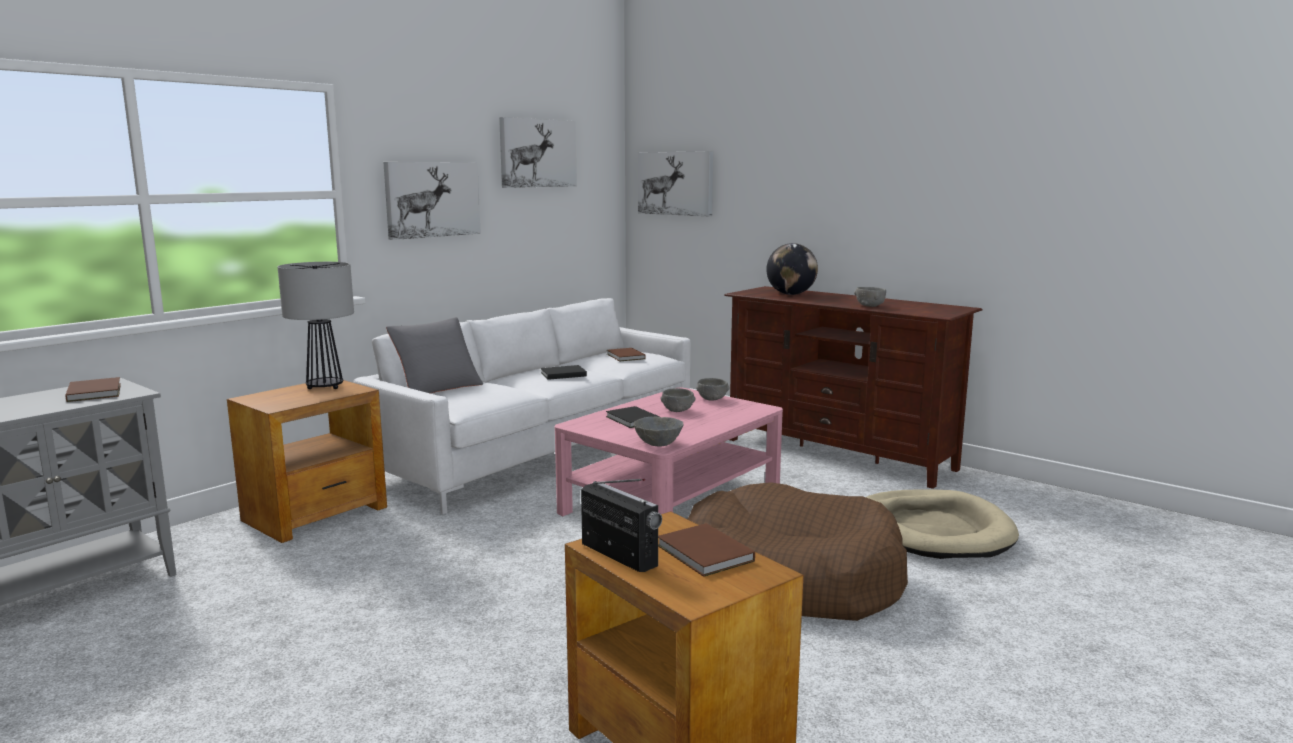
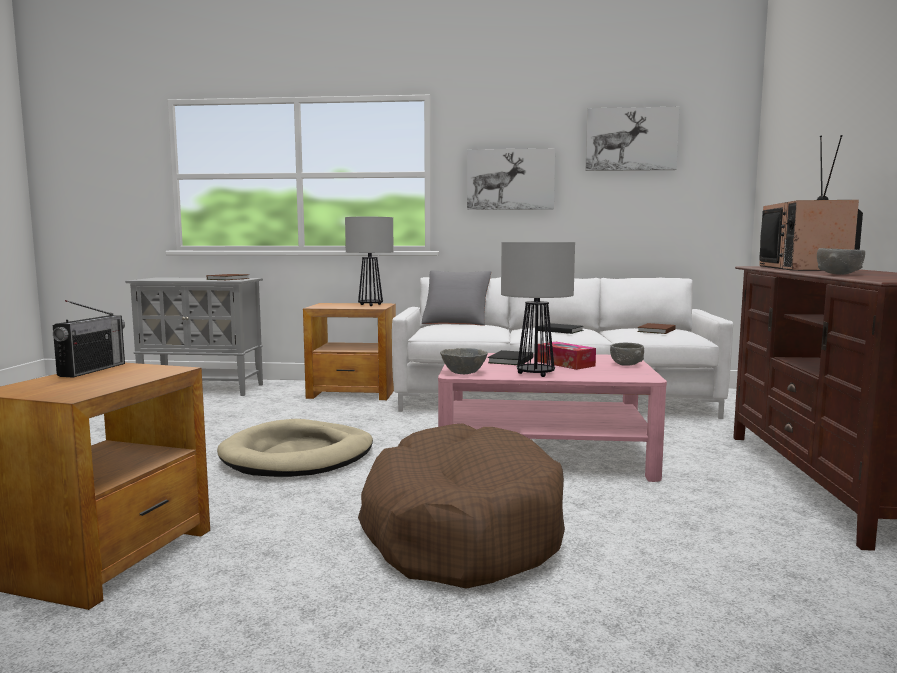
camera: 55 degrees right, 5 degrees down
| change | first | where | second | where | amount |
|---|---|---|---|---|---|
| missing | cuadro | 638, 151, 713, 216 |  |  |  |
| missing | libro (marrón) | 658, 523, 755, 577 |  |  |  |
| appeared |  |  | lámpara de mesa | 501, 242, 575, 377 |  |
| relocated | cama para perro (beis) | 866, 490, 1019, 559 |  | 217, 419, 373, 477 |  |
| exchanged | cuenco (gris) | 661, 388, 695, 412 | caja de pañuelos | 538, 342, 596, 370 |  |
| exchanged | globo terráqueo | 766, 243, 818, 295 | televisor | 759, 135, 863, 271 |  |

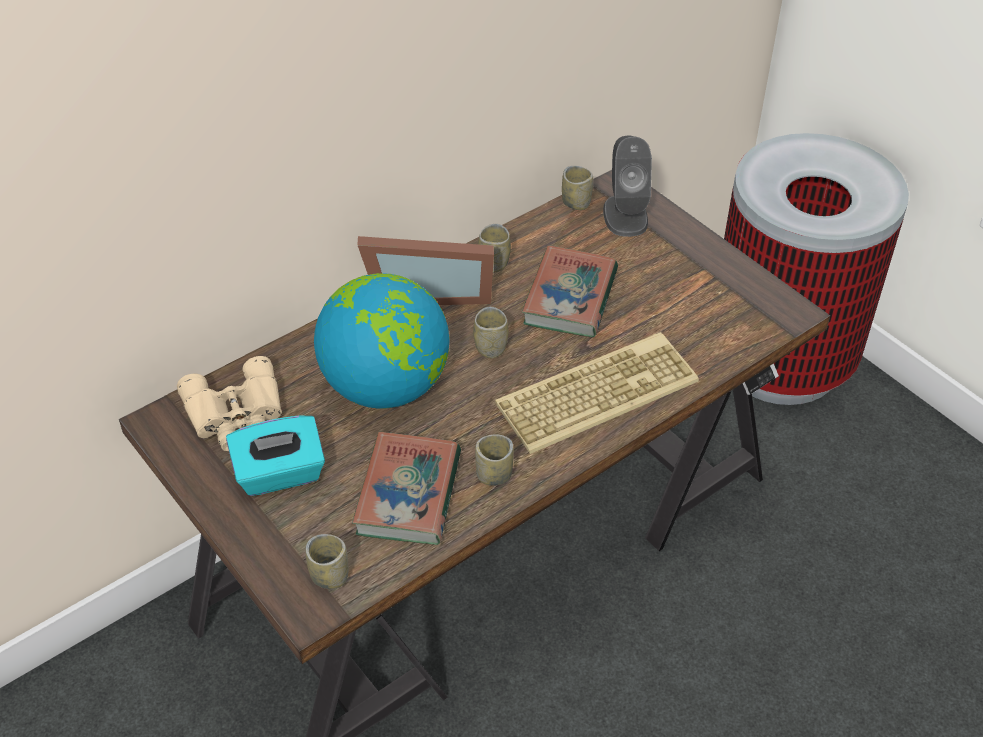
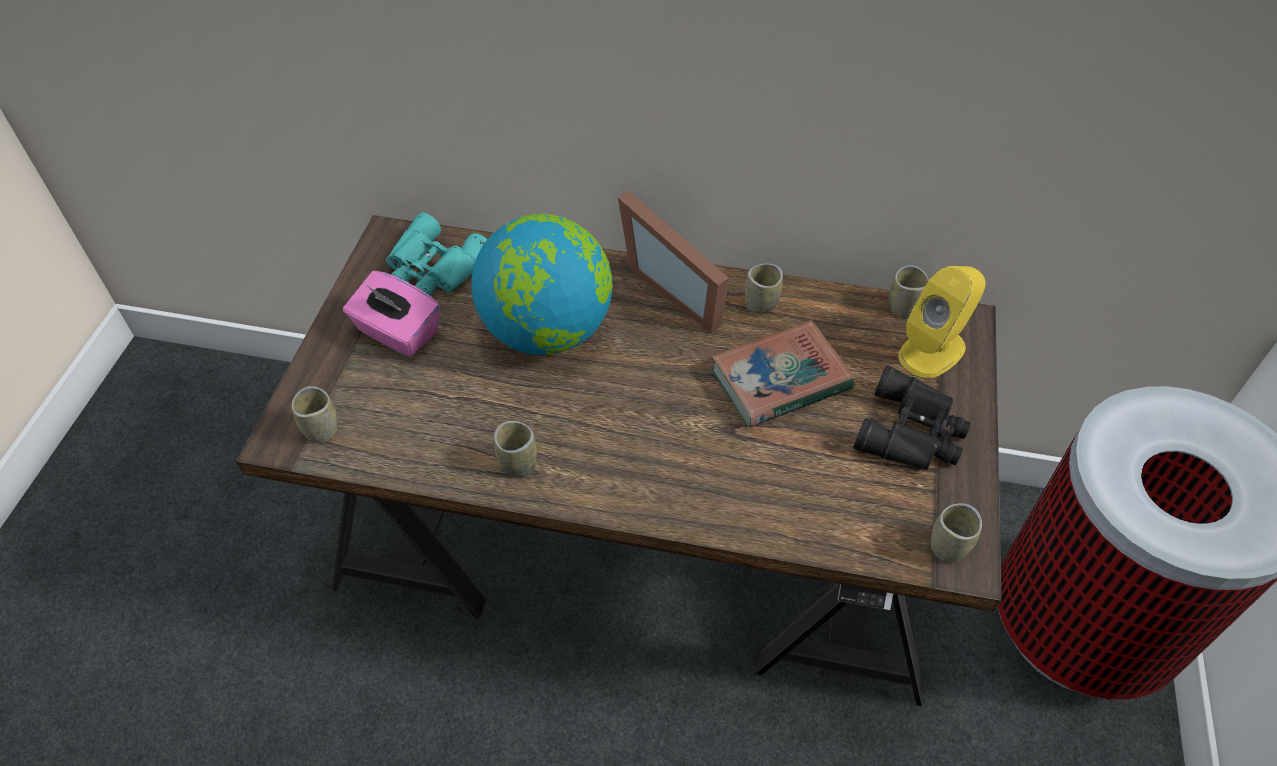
camera: 50 degrees right, 5 degrees up
| change | first | where | second | where | amount |
|---|---|---|---|---|---|
| missing | libro | 352, 432, 461, 545 |  |  |  |
| missing | teclado | 495, 332, 699, 454 |  |  |  |
| appeared |  |  | prismáticos (negro) | 853, 366, 971, 470 |  |
| relocated | taza | 473, 307, 509, 358 |  | 931, 503, 982, 562 |  |
| colour | prismáticos (beis) | 177, 356, 282, 451 | prismáticos (turquesa) | 386, 212, 487, 296 |  |
| colour | caja de pañuelos (turquesa) | 226, 415, 325, 496 | caja de pañuelos (rosa) | 343, 271, 440, 357 |  |
| colour | altavoz (gris) | 603, 136, 652, 237 | altavoz (amarillo) | 898, 266, 986, 378 |  |

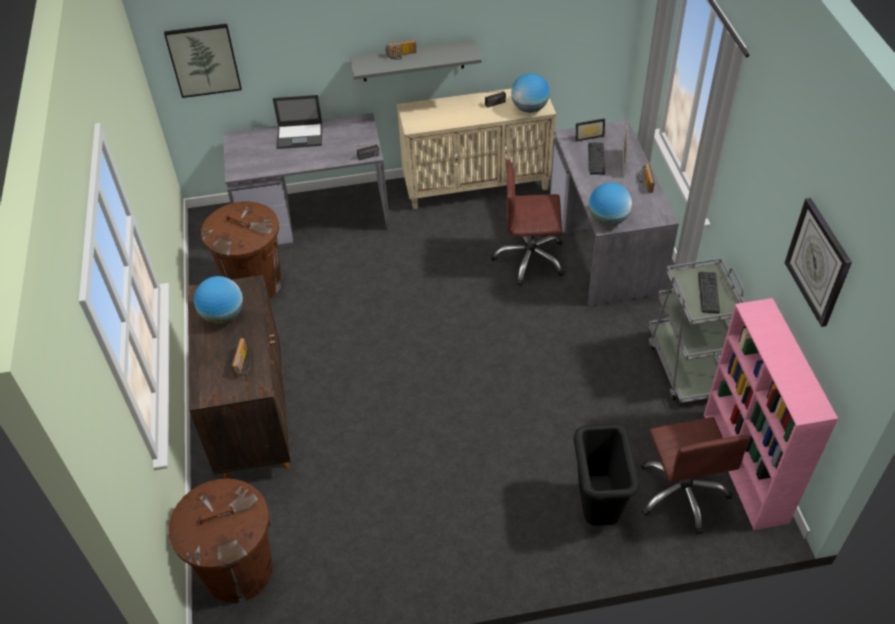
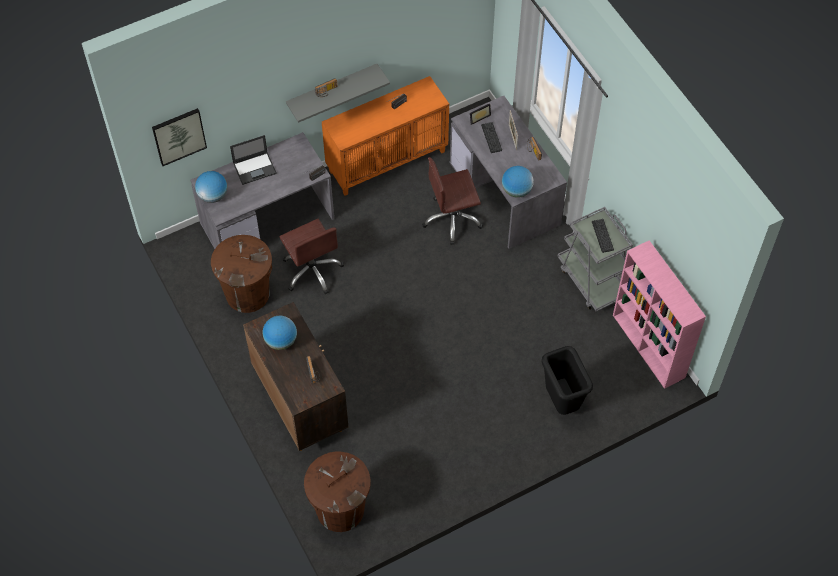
camera: 20 degrees left, 10 degrees up
| change | first | where | second | where | amount |
|---|---|---|---|---|---|
| missing | reloj de pared | 785, 198, 852, 327 |  |  |  |
| relocated | globo terráqueo | 511, 73, 550, 113 |  | 195, 171, 227, 203 |  |
| relocated | silla de oficina (marrón) | 641, 417, 751, 535 |  | 279, 219, 344, 294 |  |
| colour | armario (beis) | 397, 89, 556, 209 | armario (naranja) | 322, 76, 449, 196 |  |

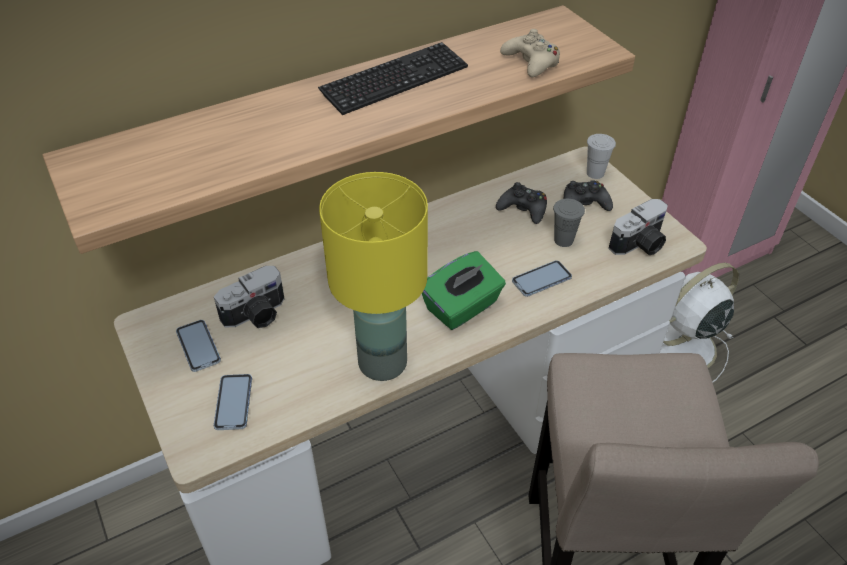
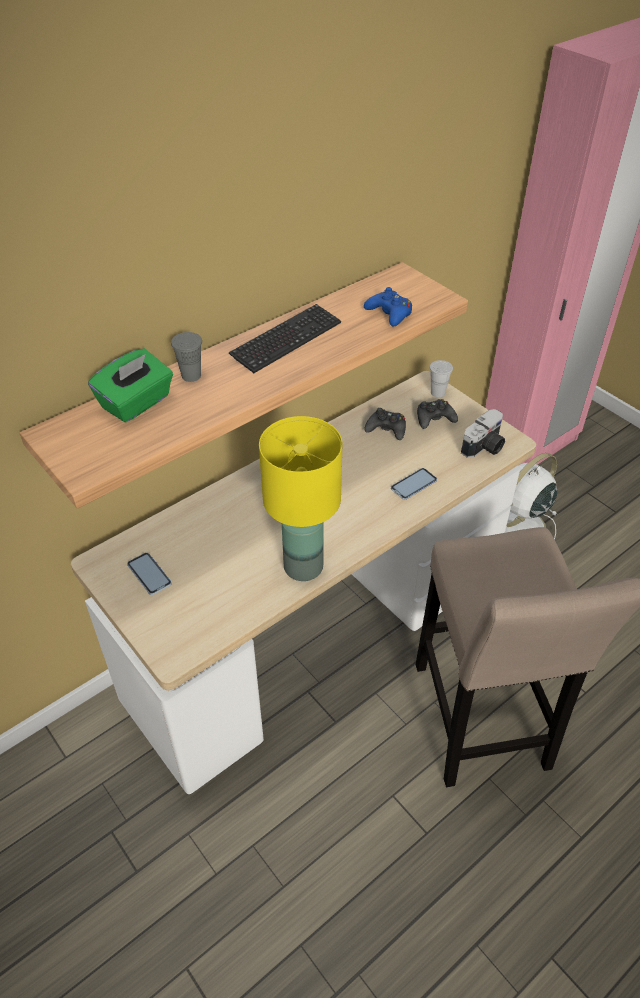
camera: 10 degrees left, 0 degrees up
| change | first | where | second | where | amount |
|---|---|---|---|---|---|
| missing | cámara | 214, 266, 285, 328 |  |  |  |
| missing | móvil | 214, 374, 252, 430 |  |  |  |
| relocated | caja de pañuelos (verde) | 422, 251, 506, 330 |  | 88, 348, 173, 422 |  |
| relocated | taza (gris) | 553, 199, 585, 247 |  | 171, 332, 202, 382 |  |
| colour | mando de consola (beis) | 500, 29, 560, 77 | mando de consola (azul) | 364, 287, 412, 327 |  |

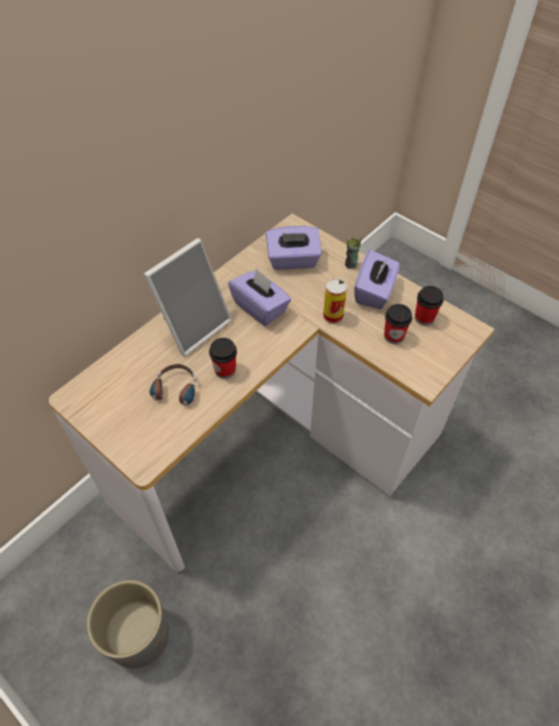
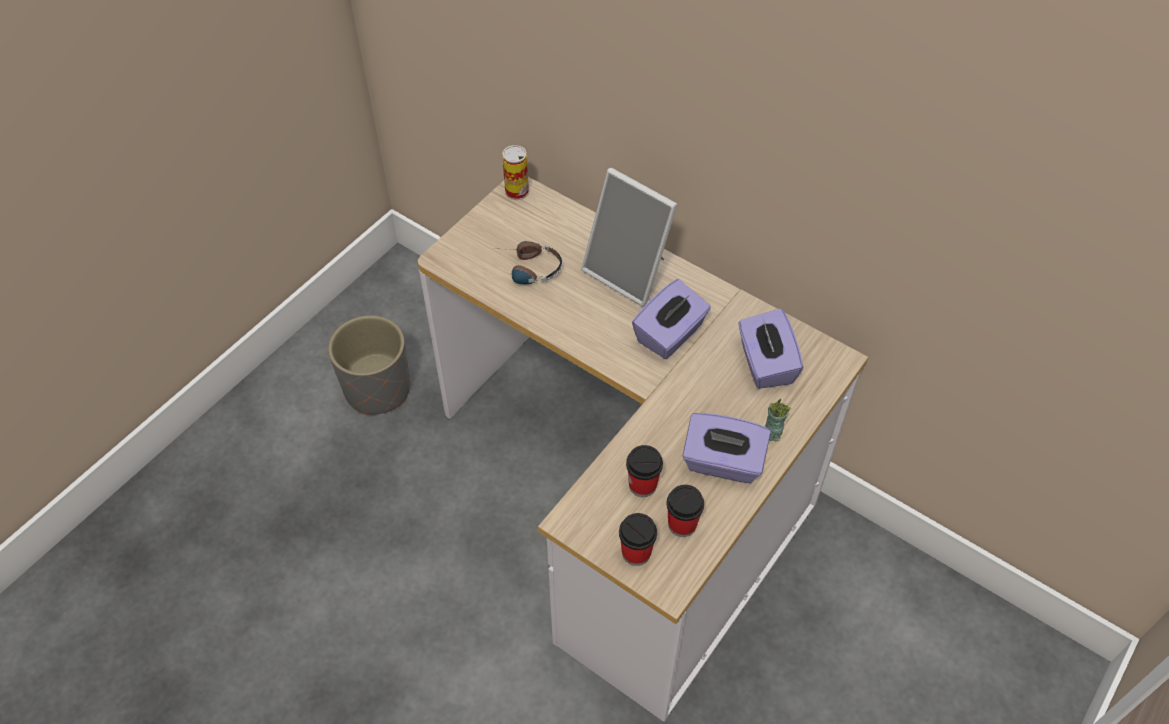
camera: 85 degrees right, 0 degrees up
| change | first | where | second | where | amount |
|---|---|---|---|---|---|
| relocated | taza | 209, 338, 237, 379 |  | 619, 513, 657, 566 |  |
| relocated | lata | 323, 278, 347, 324 |  | 502, 145, 529, 200 |  |

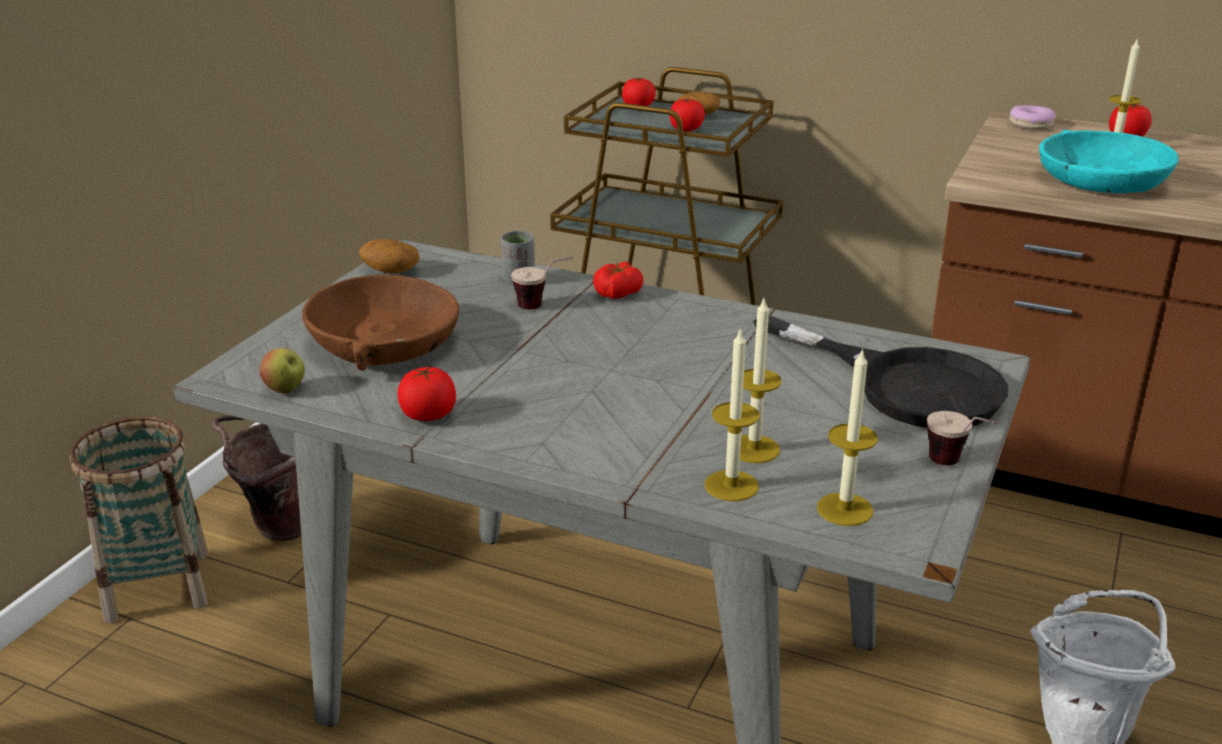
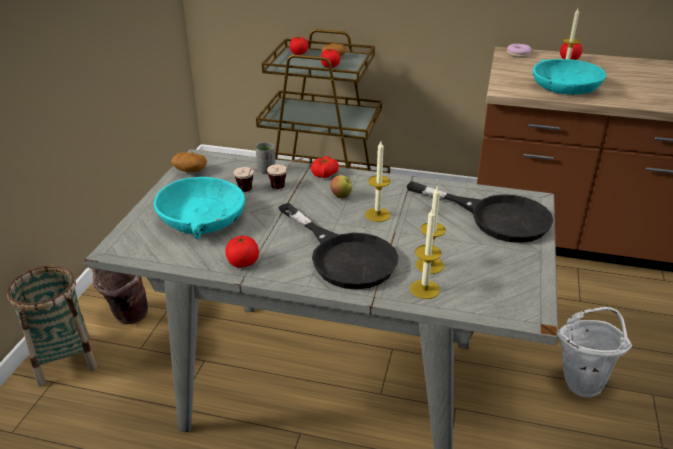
camera: 10 degrees left, 5 degrees up
| change | first | where | second | where | amount |
|---|---|---|---|---|---|
| appeared |  |  | sartén (negro) | 279, 203, 398, 289 |  |
| relocated | manzana | 260, 348, 305, 394 |  | 330, 175, 352, 198 |  |
| relocated | vela | 817, 348, 878, 526 |  | 365, 141, 390, 222 |  |
| relocated | taza | 927, 411, 997, 465 |  | 233, 167, 258, 192 |  |
| colour | cuenco (marrón) | 302, 275, 459, 371 | cuenco (turquesa) | 154, 177, 245, 239 |  |

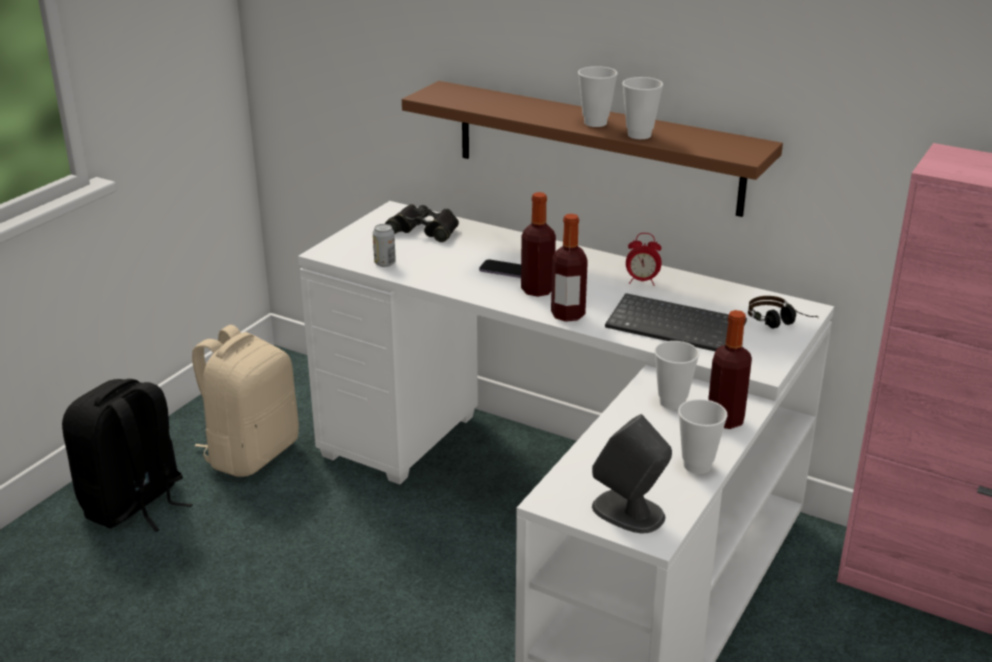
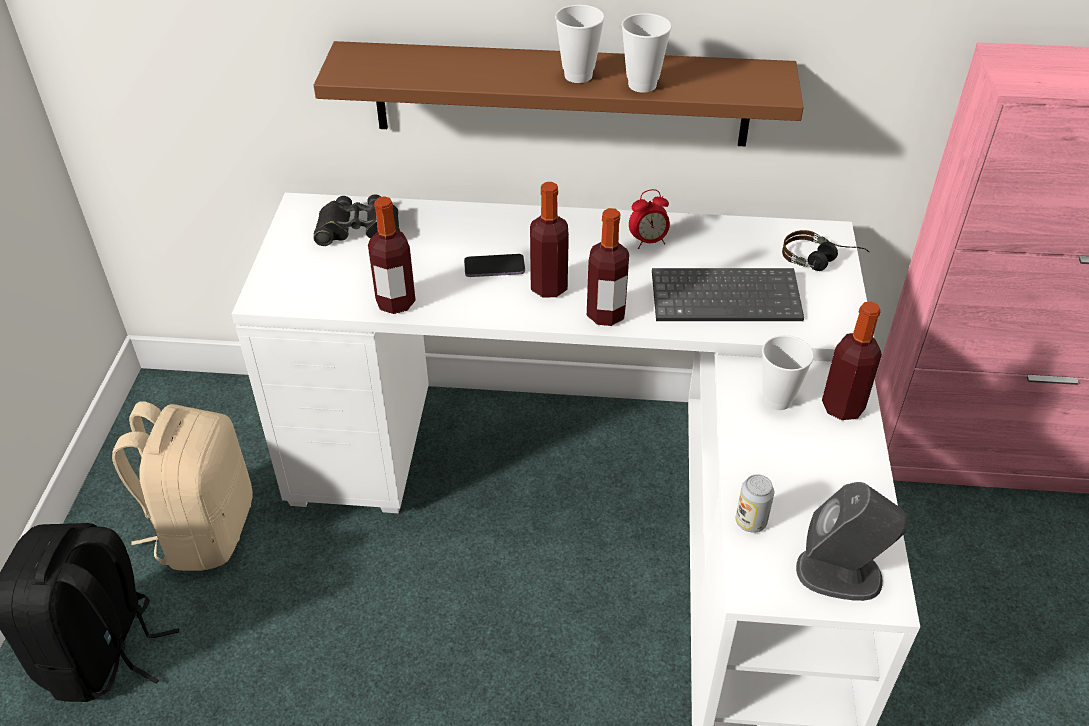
camera: 25 degrees left, 15 degrees up
| change | first | where | second | where | amount |
|---|---|---|---|---|---|
| missing | taza | 678, 399, 727, 474 |  |  |  |
| appeared |  |  | botella | 368, 196, 416, 314 |  |
| relocated | lata | 373, 224, 396, 267 |  | 736, 474, 774, 533 |  |

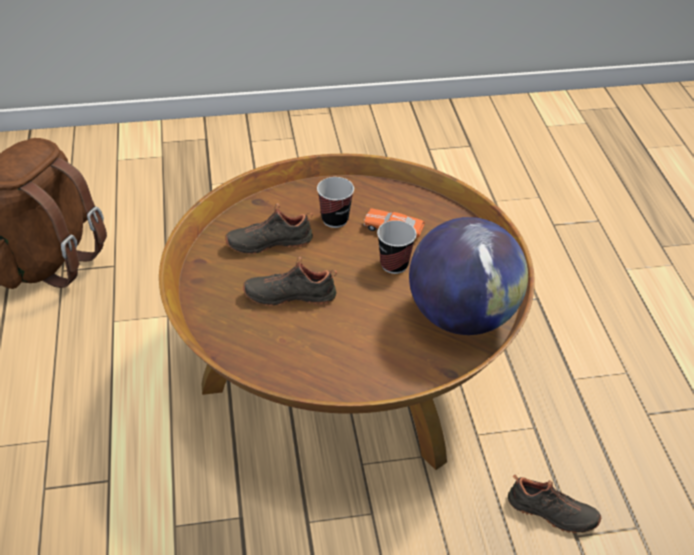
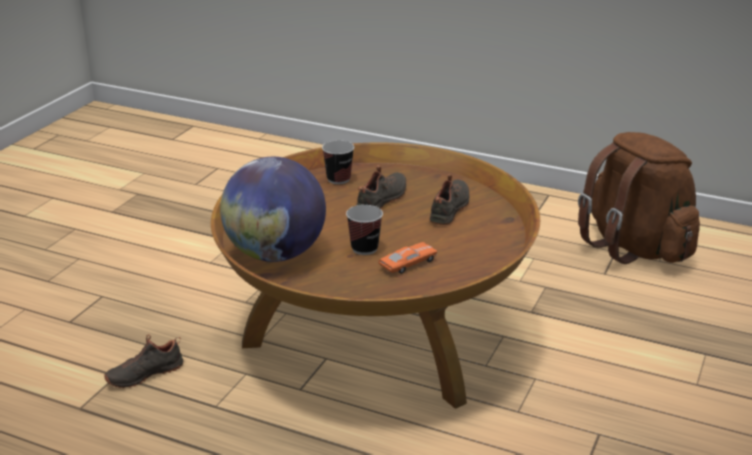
camera: 125 degrees right, 15 degrees down
| change | first | where | second | where | amount |
|---|---|---|---|---|---|
| relocated | taza | 317, 177, 354, 228 |  | 322, 140, 354, 184 |  |

